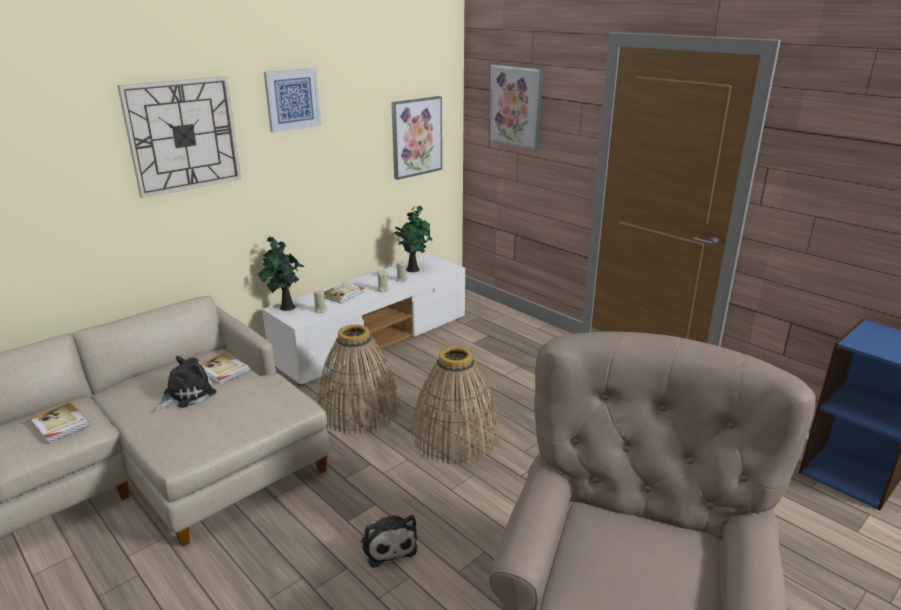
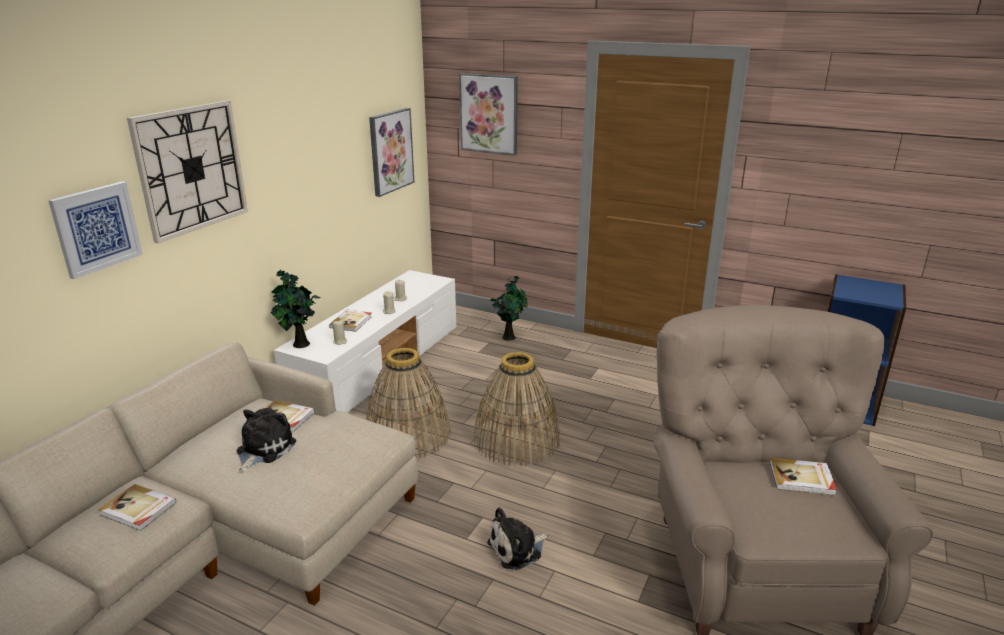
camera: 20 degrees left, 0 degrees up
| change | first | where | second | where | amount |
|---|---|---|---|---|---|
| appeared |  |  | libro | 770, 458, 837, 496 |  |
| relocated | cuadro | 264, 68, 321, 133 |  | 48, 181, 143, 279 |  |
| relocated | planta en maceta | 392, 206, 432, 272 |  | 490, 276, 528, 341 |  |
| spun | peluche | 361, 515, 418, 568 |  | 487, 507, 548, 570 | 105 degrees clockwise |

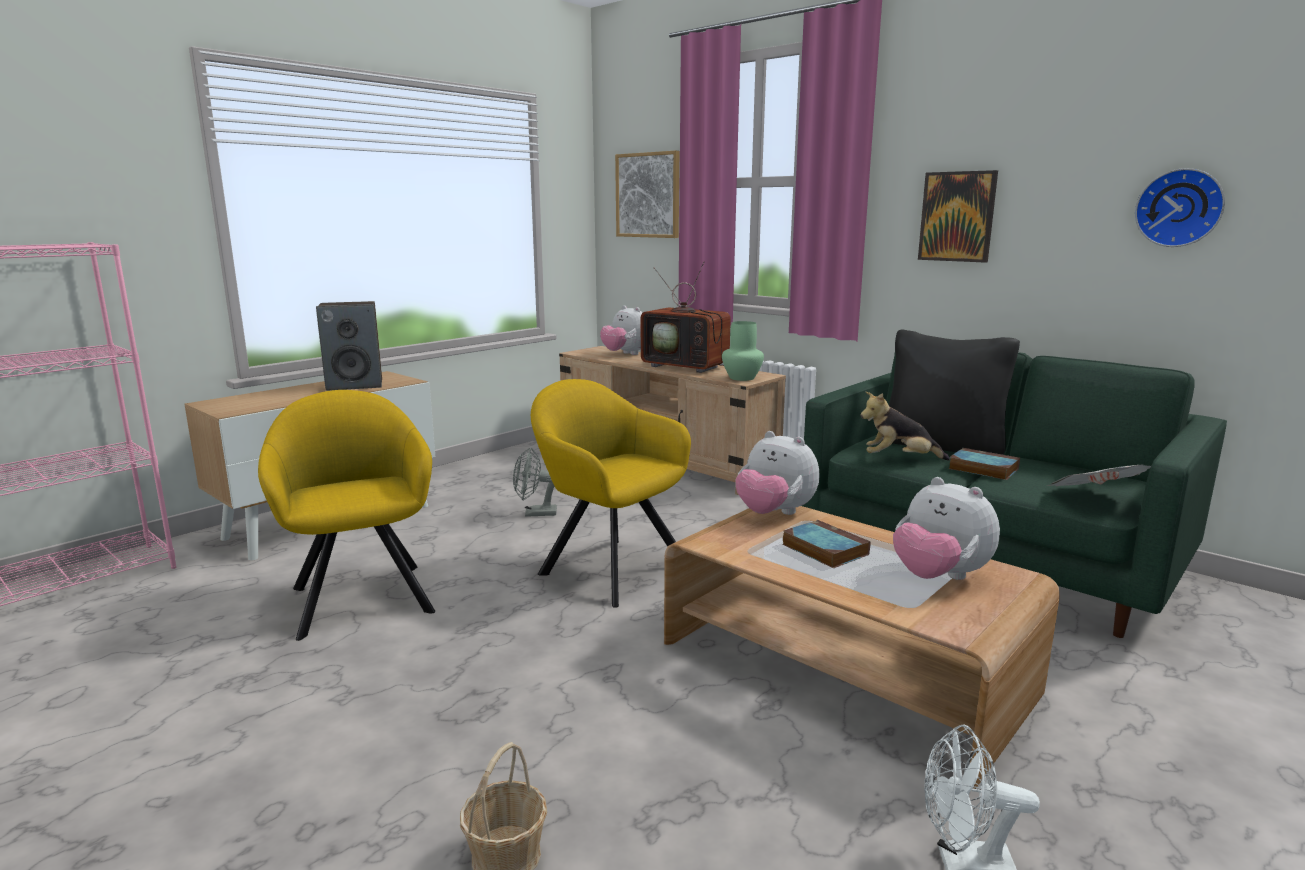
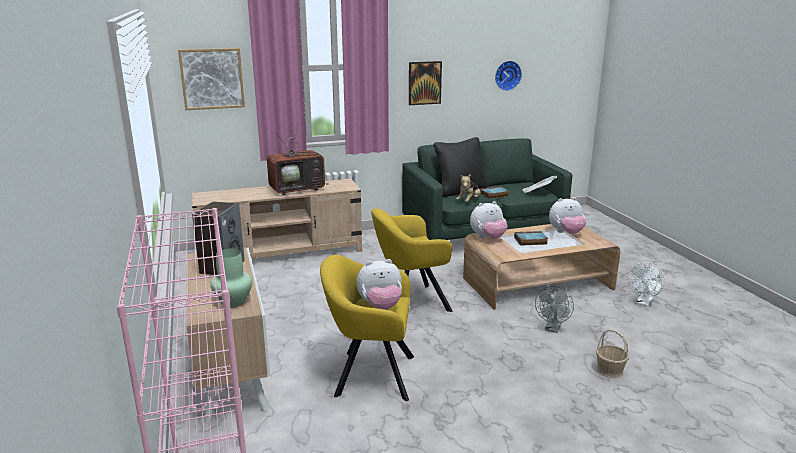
camera: 60 degrees left, 5 degrees up
| change | first | where | second | where | amount |
|---|---|---|---|---|---|
| relocated | ventilador (gris) | 513, 447, 557, 517 |  | 535, 286, 574, 333 |  |
| relocated | peluche | 600, 305, 643, 355 |  | 356, 259, 402, 310 |  |
| relocated | florero (verde) | 722, 321, 764, 381 |  | 210, 248, 252, 307 |  |

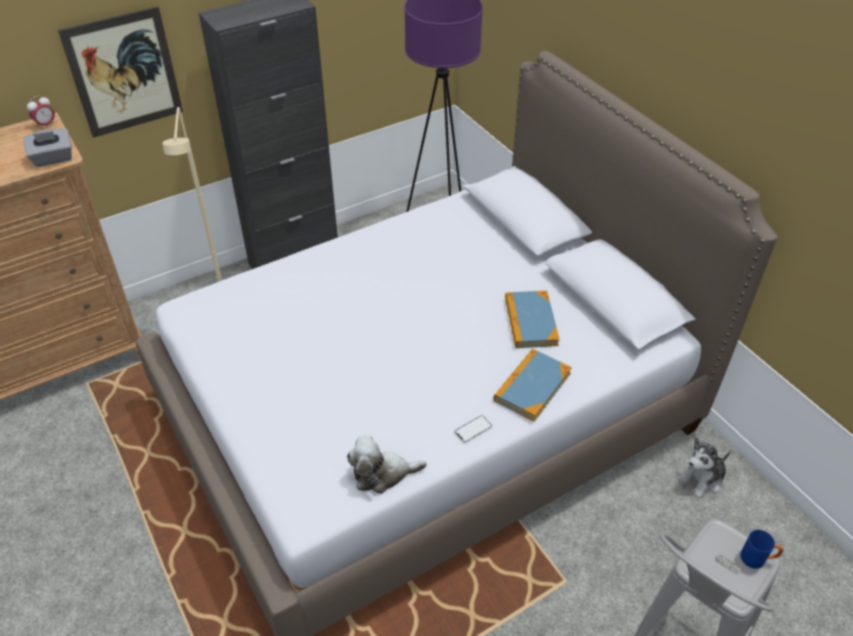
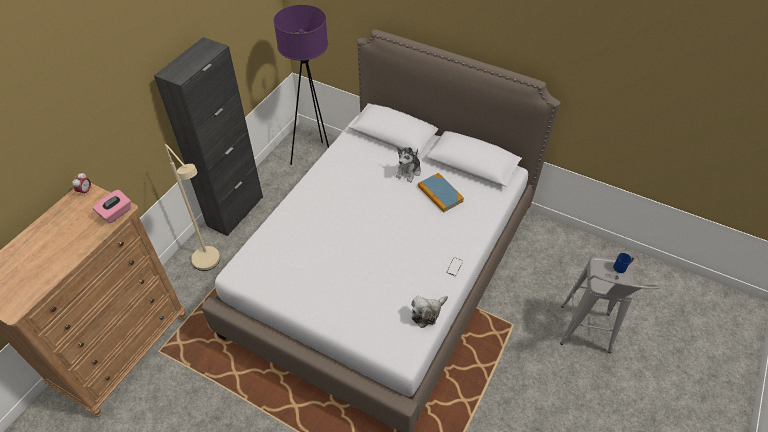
camera: 30 degrees left, 5 degrees up
| change | first | where | second | where | amount |
|---|---|---|---|---|---|
| missing | cuadro | 58, 6, 183, 138 |  |  |  |
| missing | libro | 493, 349, 572, 422 |  |  |  |
| relocated | peluche | 678, 437, 730, 498 |  | 396, 147, 421, 183 |  |
| colour | caja de pañuelos (gris) | 23, 129, 72, 167 | caja de pañuelos (rosa) | 93, 189, 131, 223 |  |

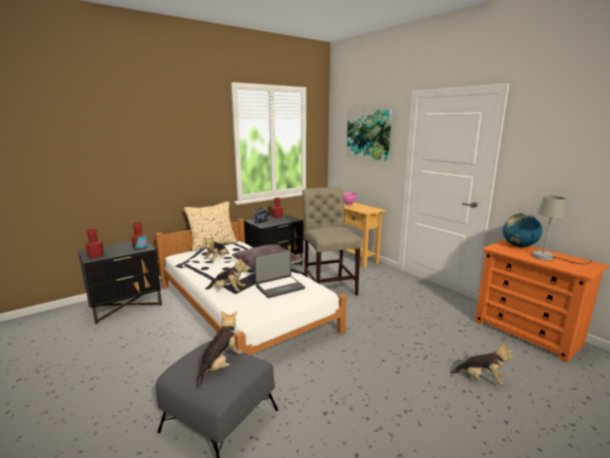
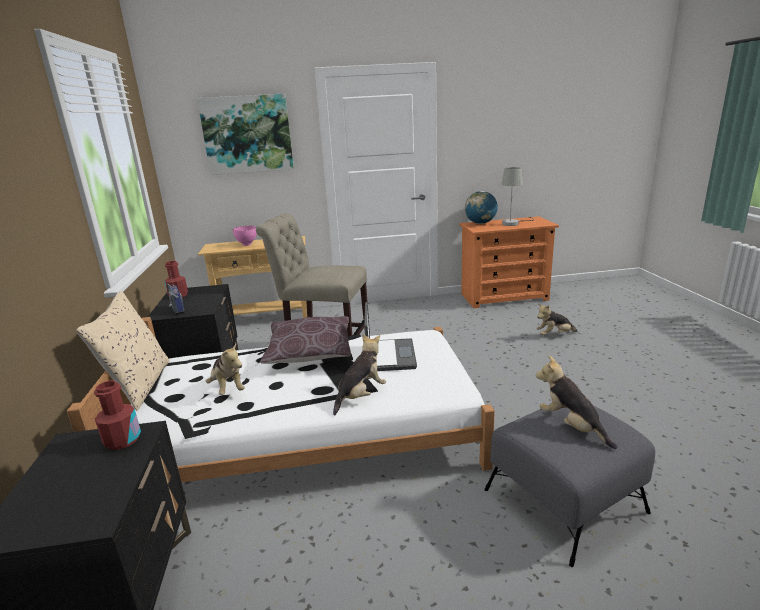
camera: 60 degrees left, 5 degrees up
| change | first | where | second | where | amount |
|---|---|---|---|---|---|
| missing | botella (rojo) | 85, 229, 104, 258 |  |  |  |
| spun | peluche | 451, 342, 513, 384 |  | 536, 304, 578, 335 | 150 degrees counterclockwise |

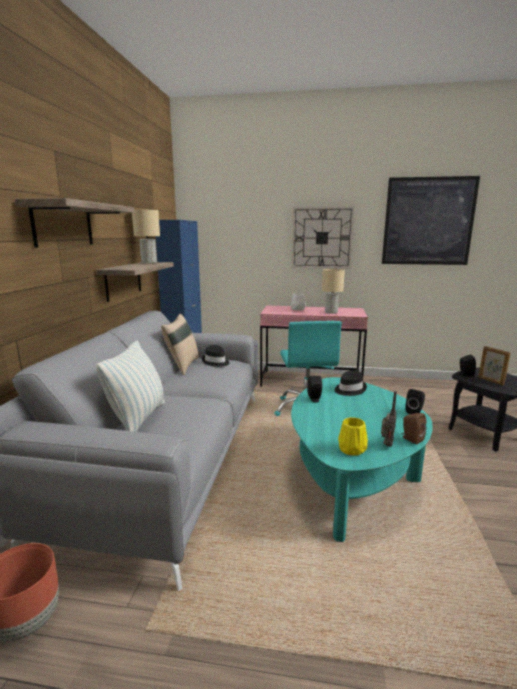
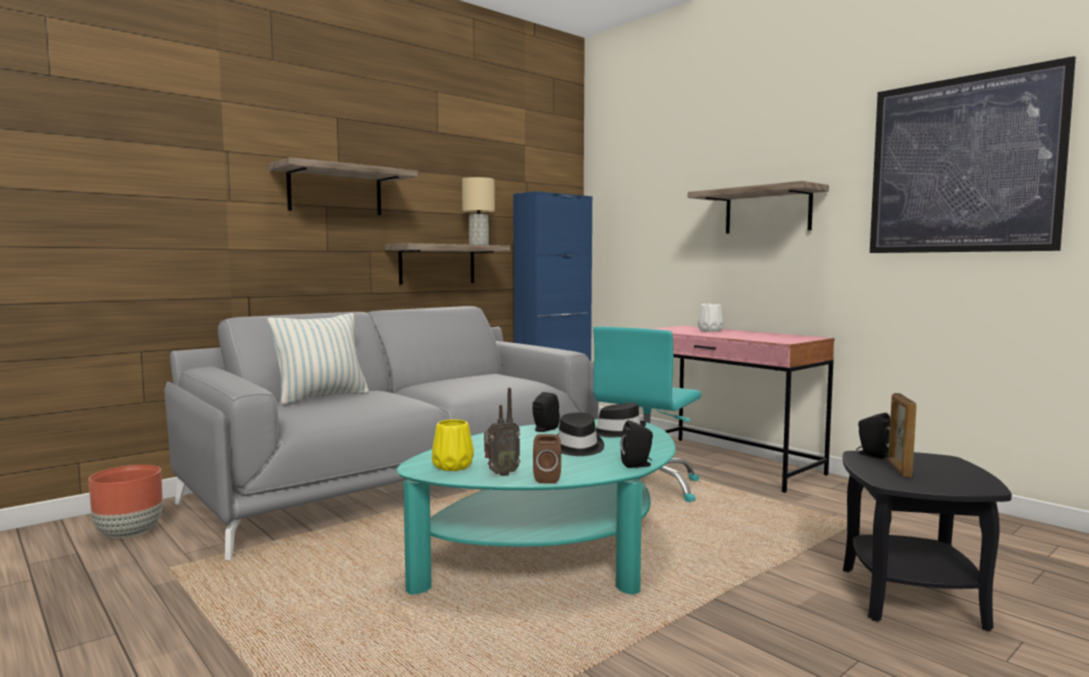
camera: 40 degrees right, 10 degrees down
| change | first | where | second | where | amount |
|---|---|---|---|---|---|
| missing | cojín (beis) | 161, 314, 199, 375 |  |  |  |
| missing | lámpara de mesa (beis) | 322, 269, 345, 314 |  |  |  |
| relocated | sombrero (negro) | 202, 345, 229, 367 |  | 557, 412, 604, 456 |  |
| exchanged | reloj de pared | 292, 207, 354, 269 | estante | 688, 181, 829, 234 |  |

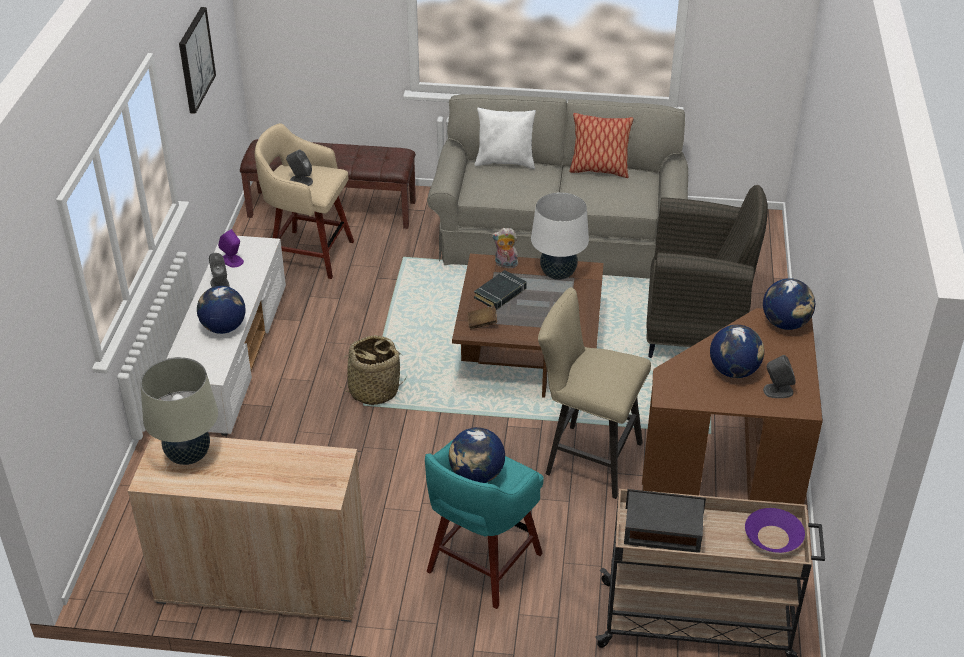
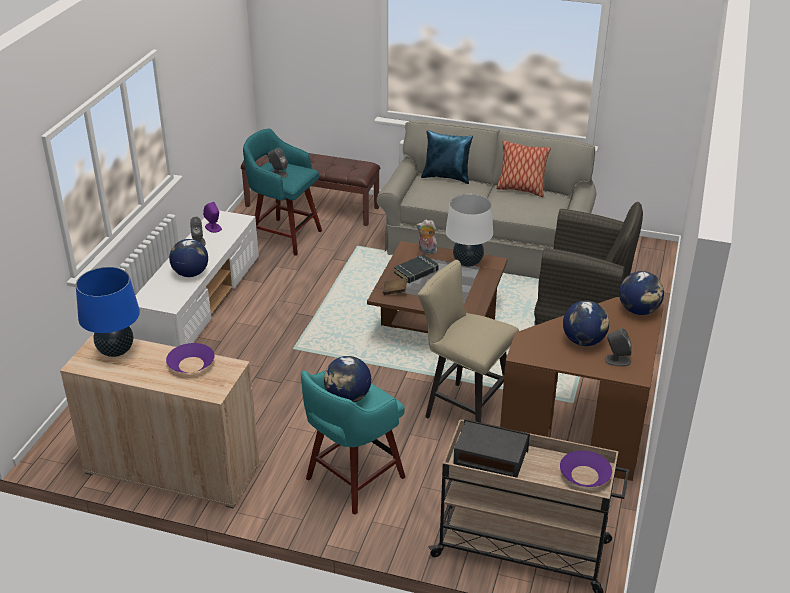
camera: 10 degrees right, 5 degrees down
| change | first | where | second | where | amount |
|---|---|---|---|---|---|
| missing | cuadro | 179, 7, 216, 114 |  |  |  |
| missing | cesta | 335, 335, 406, 405 |  |  |  |
| appeared |  |  | cuenco (morado) | 166, 343, 215, 373 |  |
| colour | lámpara de mesa (beis) | 140, 357, 218, 465 | lámpara de mesa (azul) | 76, 267, 140, 357 |  |
| colour | taburete (beis) | 255, 123, 354, 279 | taburete (turquesa) | 243, 128, 322, 256 |  |
| colour | cojín (blanco) | 474, 107, 536, 169 | cojín (azul) | 421, 130, 473, 184 |  |

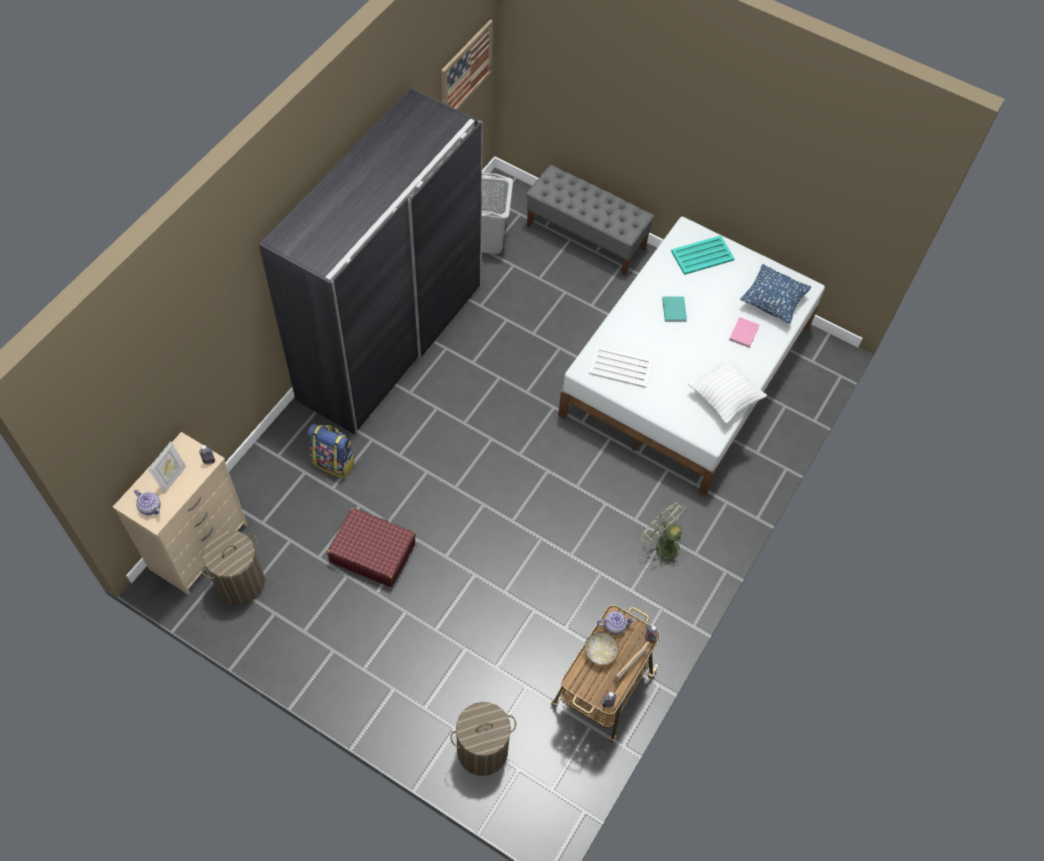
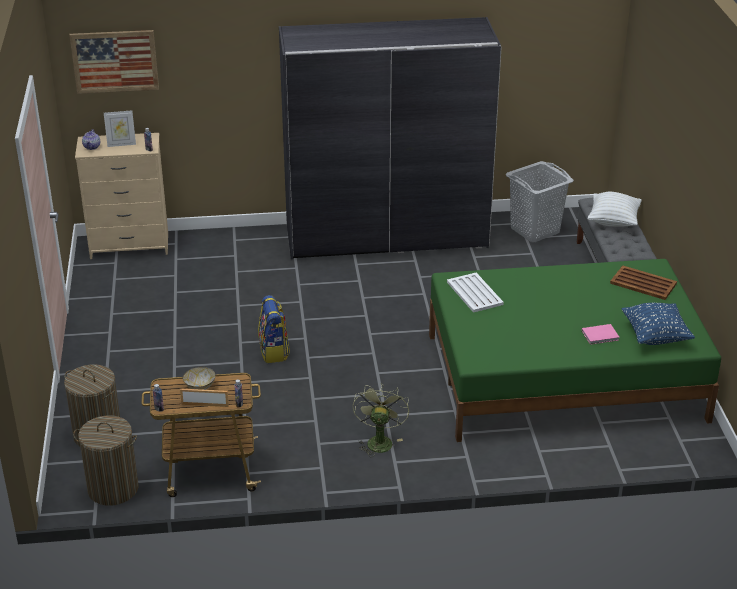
camera: 55 degrees right, 25 degrees down
| change | first | where | second | where | amount |
|---|---|---|---|---|---|
| missing | maleta (rojo) | 327, 508, 416, 587 |  |  |  |
| missing | tetera | 597, 611, 635, 635 |  |  |  |
| missing | libro (turquesa) | 662, 297, 687, 322 |  |  |  |
| relocated | cesto de la ropa | 202, 531, 265, 605 |  | 73, 415, 139, 506 |  |
| relocated | mochila | 308, 424, 355, 479 |  | 258, 295, 290, 363 |  |
| relocated | cuadro | 441, 19, 493, 110 |  | 69, 30, 159, 94 |  |
| relocated | cojín (blanco) | 688, 357, 767, 424 |  | 588, 192, 642, 227 |  |
| colour | cama (blanco) | 558, 217, 825, 496 | cama (verde) | 429, 259, 721, 442 |  |
| colour | bandeja (turquesa) | 671, 235, 735, 275 | bandeja (marrón) | 610, 265, 677, 300 |  |

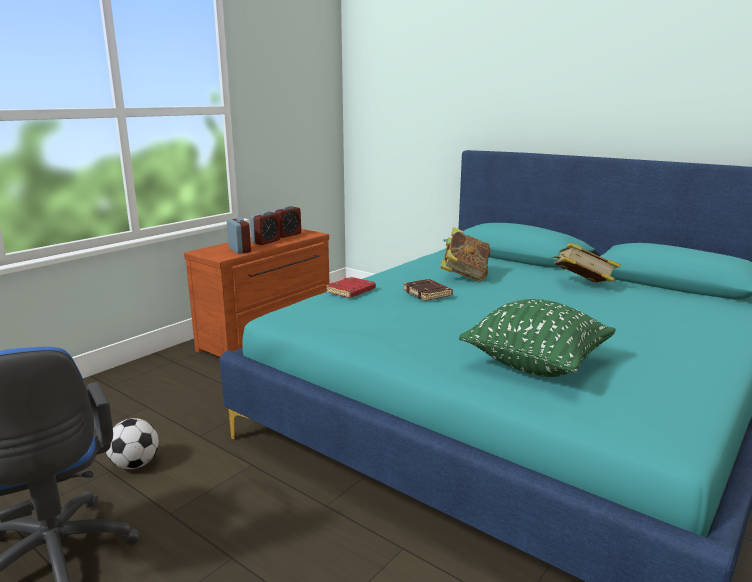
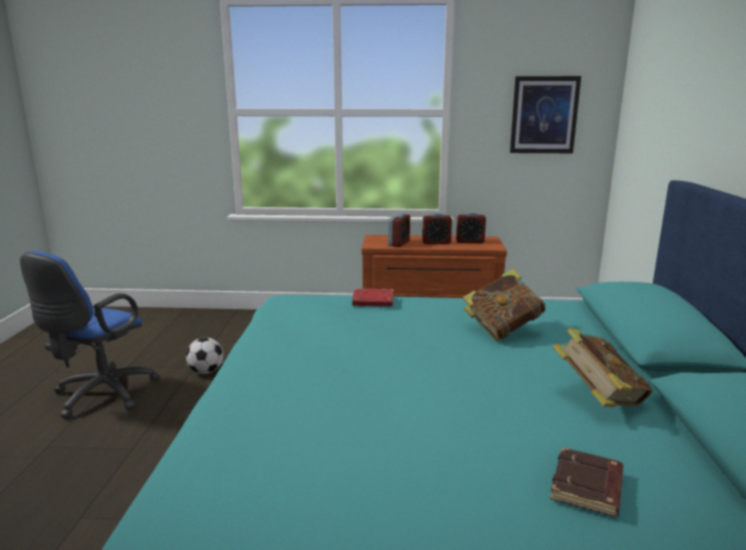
camera: 55 degrees right, 0 degrees up
| change | first | where | second | where | amount |
|---|---|---|---|---|---|
| missing | cojín (verde) | 459, 299, 616, 377 |  |  |  |
| appeared |  |  | cuadro | 510, 76, 581, 153 |  |
| relocated | libro (marrón) | 403, 279, 453, 301 |  | 550, 447, 623, 517 |  |

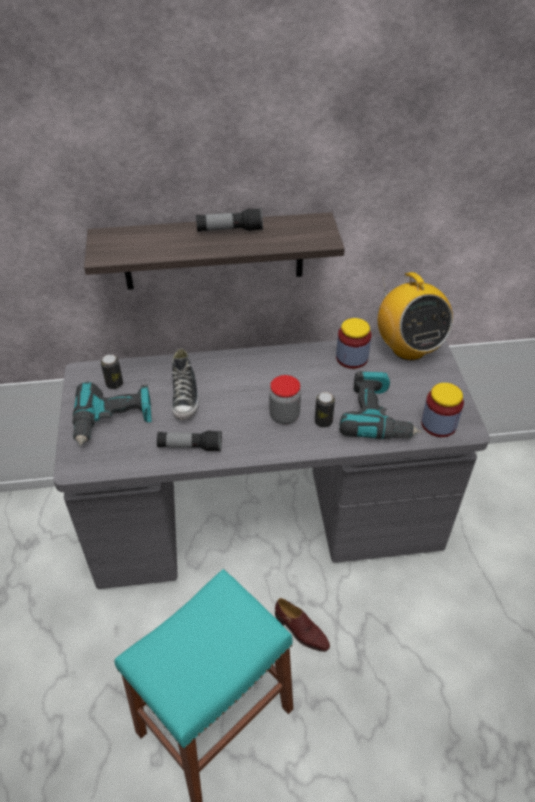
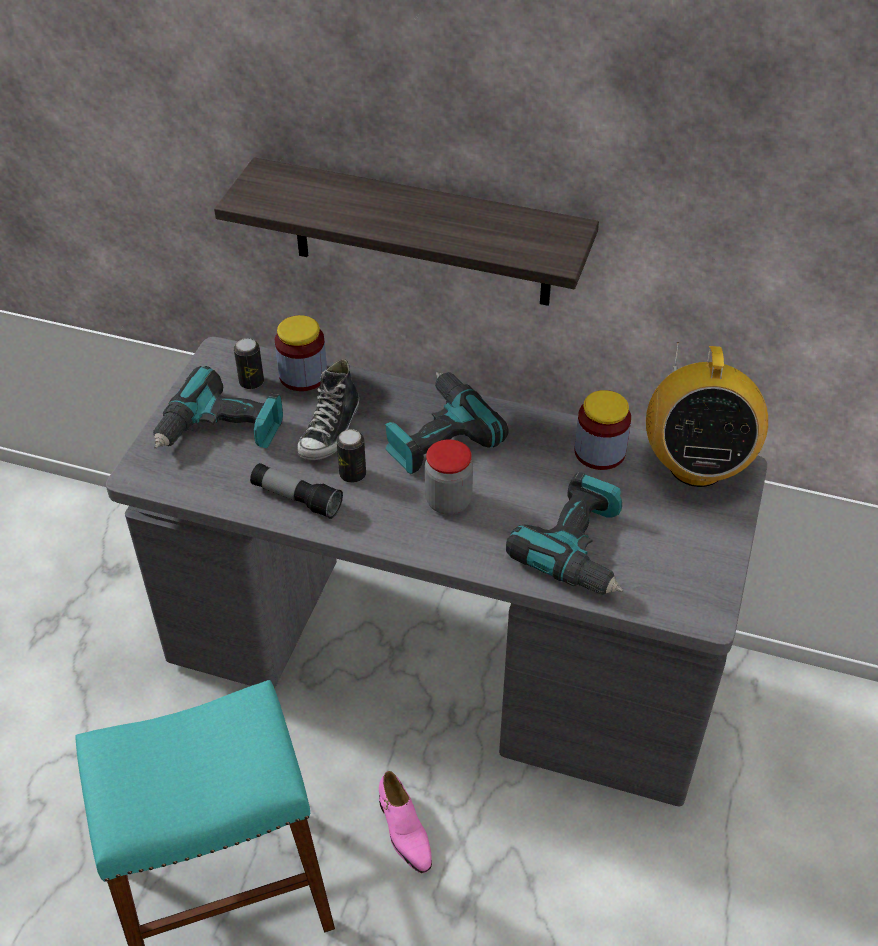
camera: 25 degrees right, 0 degrees up
| change | first | where | second | where | amount |
|---|---|---|---|---|---|
| missing | linterna | 196, 208, 263, 232 |  |  |  |
| appeared |  |  | taladro | 384, 372, 509, 474 |  |
| relocated | lata | 315, 392, 335, 428 |  | 337, 429, 366, 483 |  |
| relocated | tarro | 421, 383, 464, 437 |  | 275, 315, 327, 391 |  |
| colour | zapato (marrón) | 275, 598, 330, 652 | zapato (rosa) | 379, 771, 432, 873 |  |

